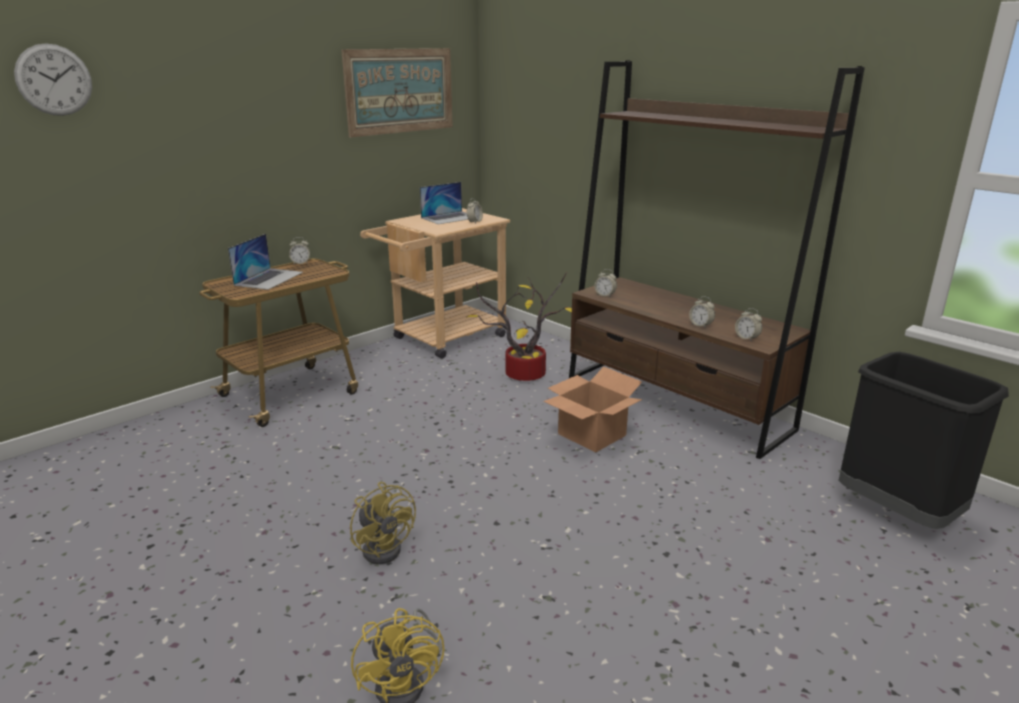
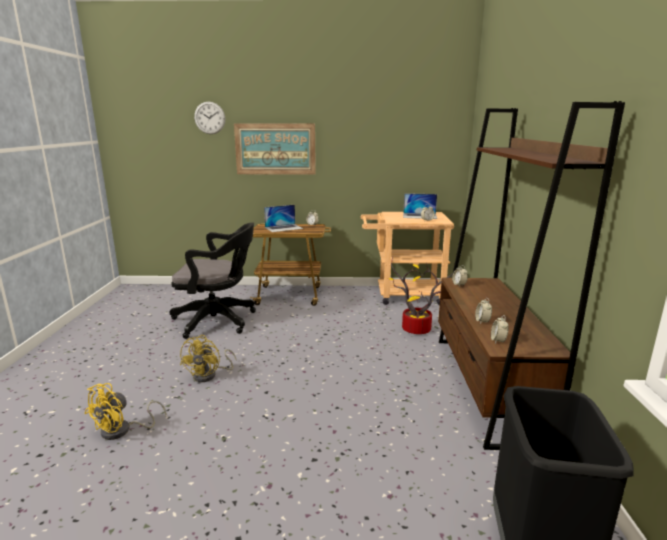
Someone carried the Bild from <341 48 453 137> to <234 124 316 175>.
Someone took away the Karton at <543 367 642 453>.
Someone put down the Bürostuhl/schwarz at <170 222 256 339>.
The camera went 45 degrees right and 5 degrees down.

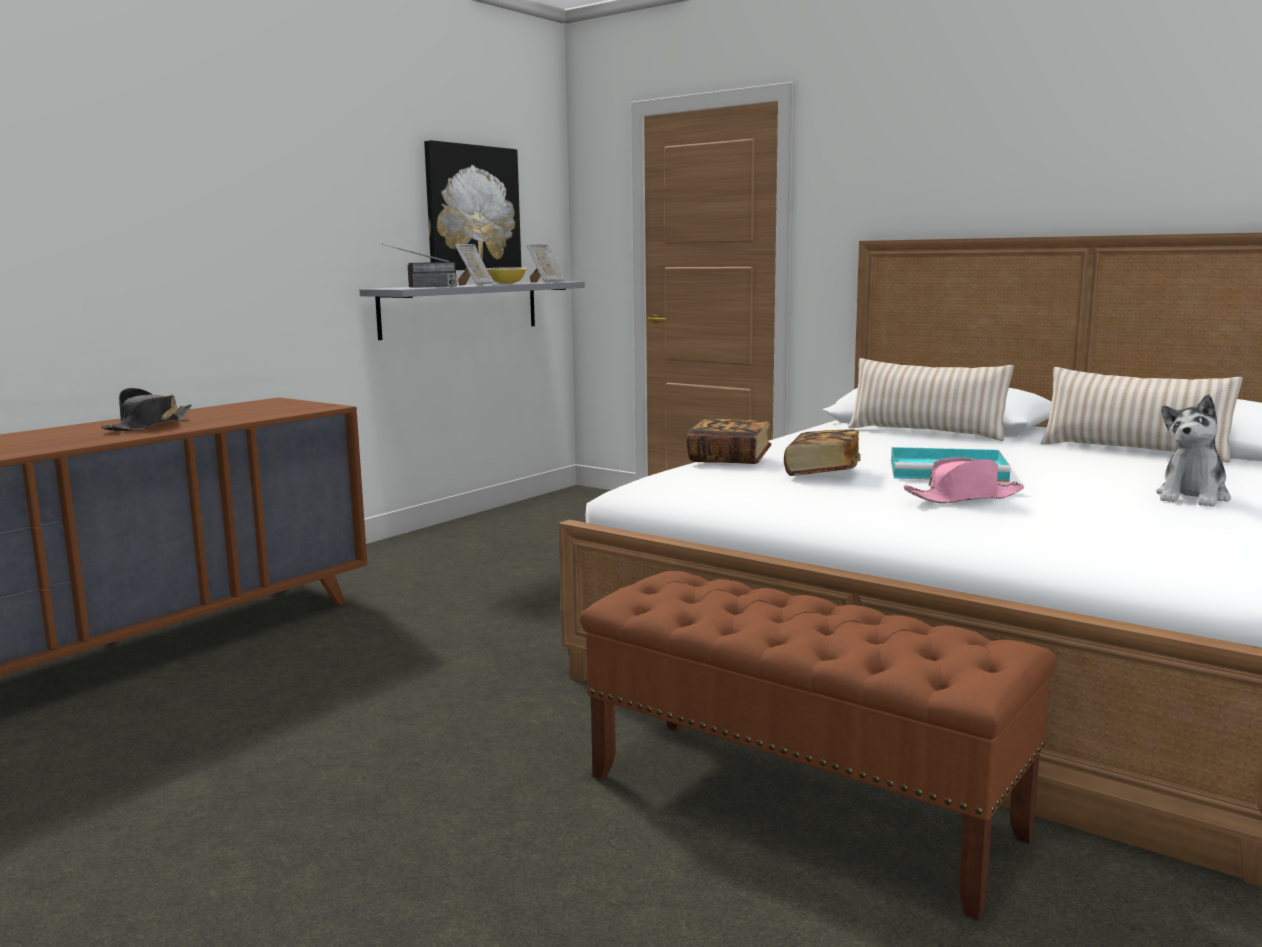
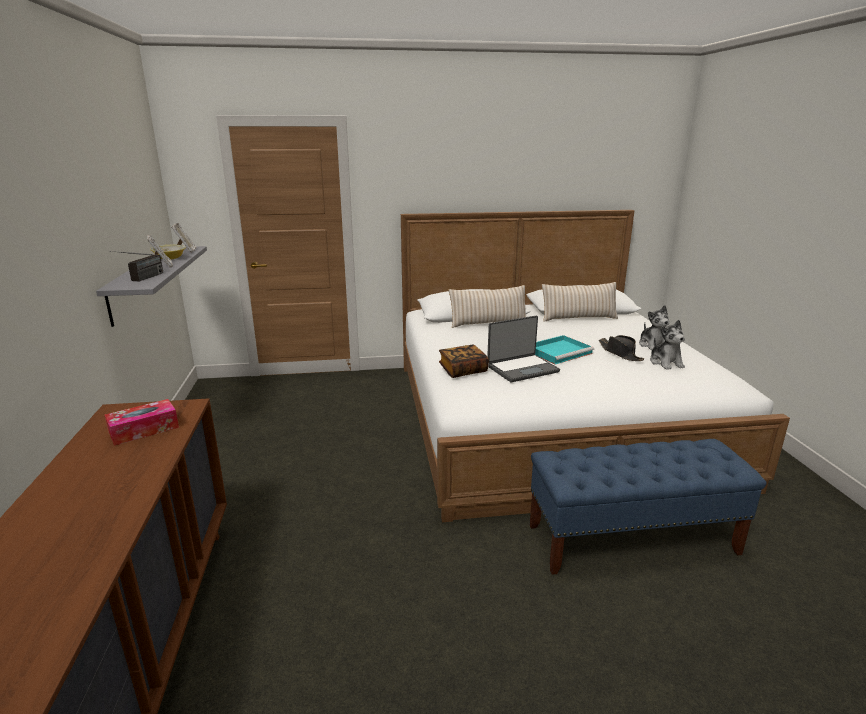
Someone took away the Bild at <424 140 521 270>.
Someone carried the Hut/schwarz from <101 388 192 431> to <599 335 644 361>.
Someone swapped the Buch at <784 429 861 476> for the Laptop at <487 316 560 382>.
Someone took away the Hut/rosa at <904 458 1024 503>.
Someone repainted the Bank/braun at <580 571 1056 921>, which became the Bank/blau at <530 439 766 575>.
Someone put down the Plüschtier at <650 320 685 370>.
Someone put down the Taschentuchbox at <105 399 179 446>.
The camera went 45 degrees left and 10 degrees up.

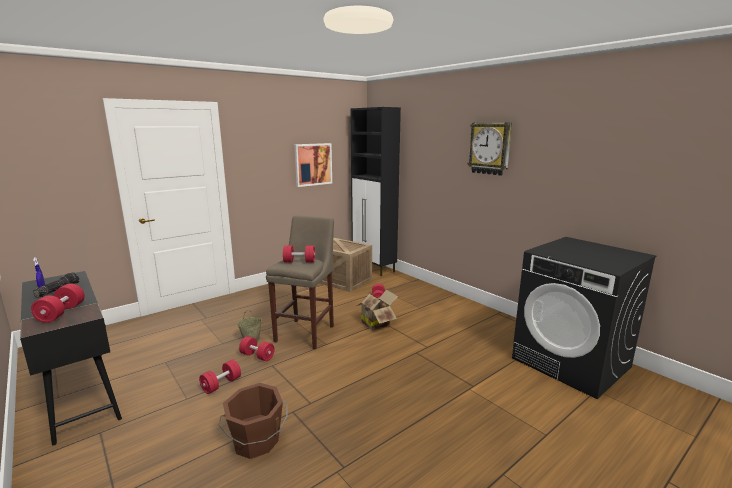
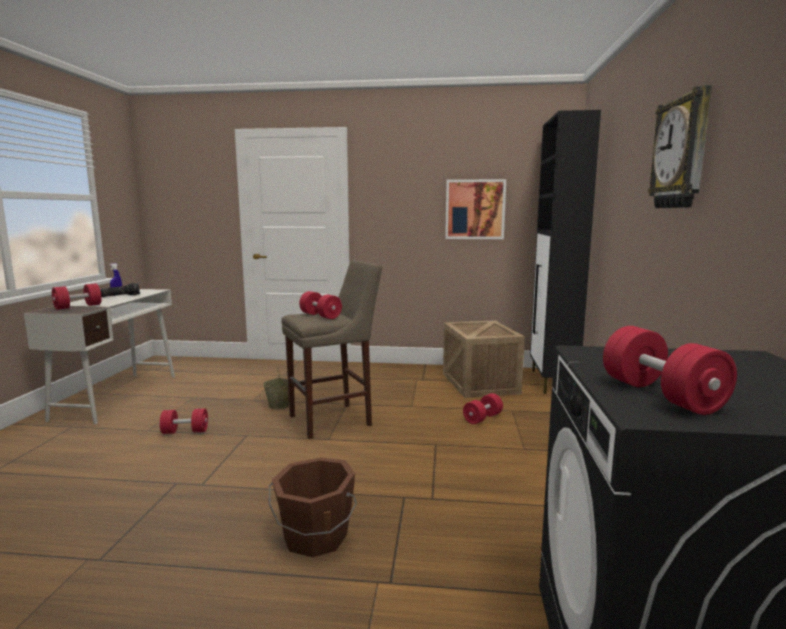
Someone repainted the Schreibtisch/schwarz at <20 271 122 445>, which became the Schreibtisch/weiß at <24 289 175 424>.
Someone took away the Karton at <357 290 398 331>.
Someone carried the Hantel/rot from <239 336 275 361> to <603 326 737 415>.
Someone carried the Eimer/braun from <219 383 288 459> to <269 457 357 557>.
The camera went 45 degrees right and 5 degrees down.

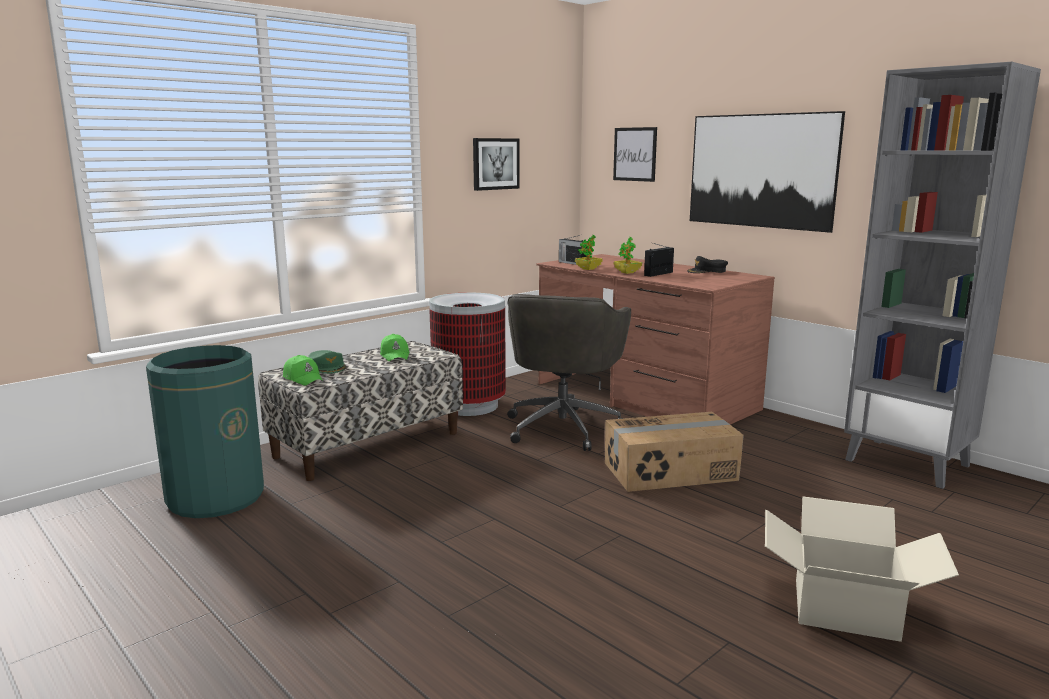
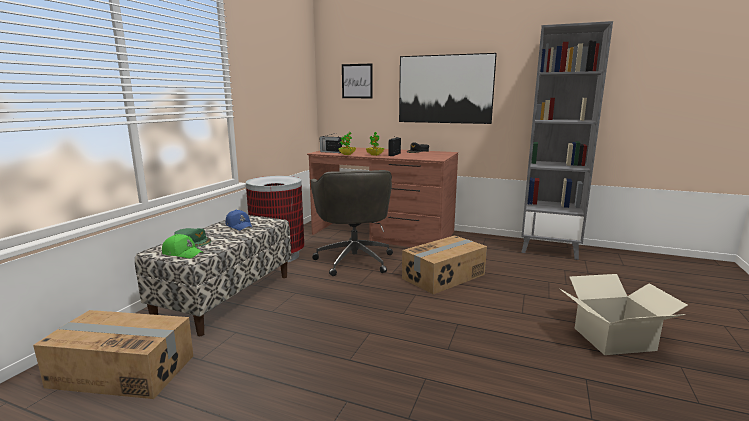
Someone took away the Bild at <473 138 520 191>.
Someone repainted the Kappe/grün at <380 334 410 361>, which became the Kappe/blau at <225 210 252 231>.
Someone swapped the Mülleimer/grün at <146 345 264 518> for the Karton at <33 310 193 399>.
The camera went 25 degrees left and 0 degrees up.

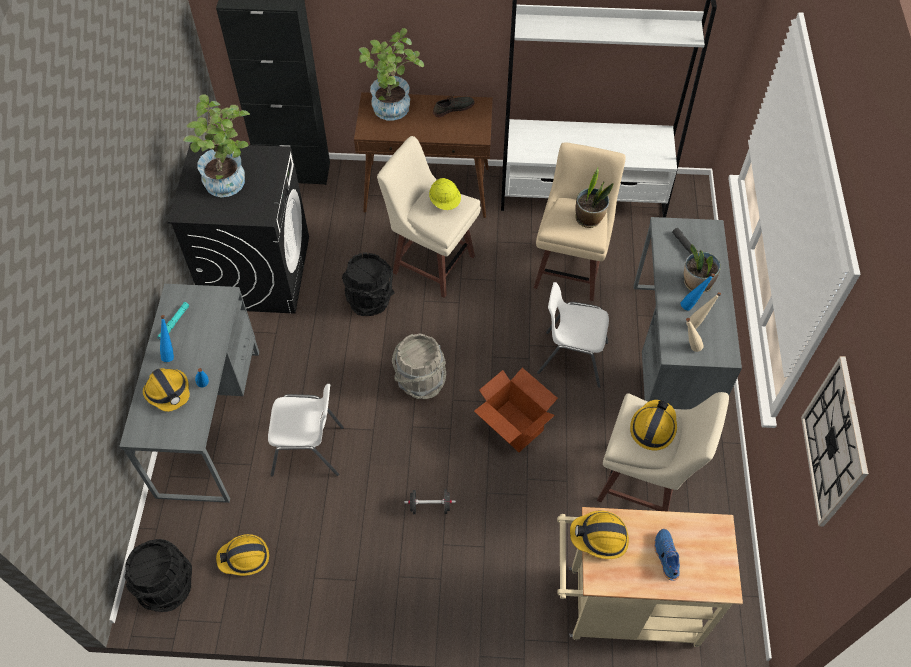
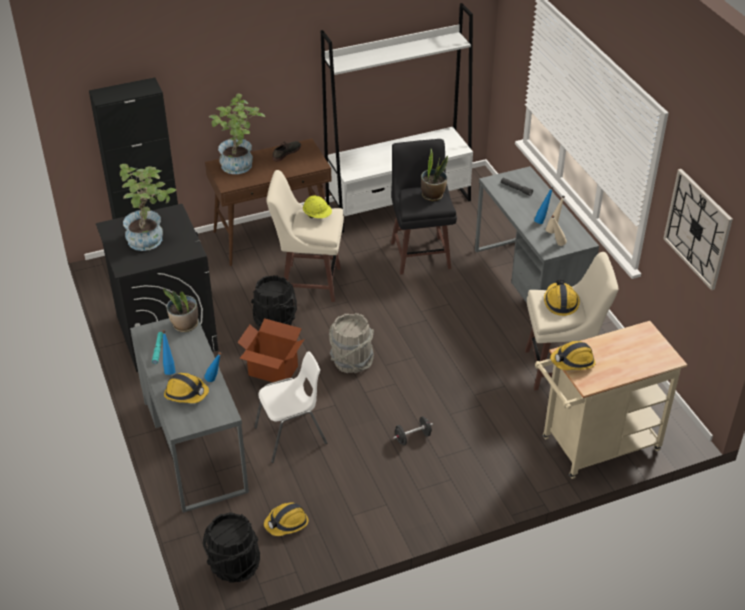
Someone repainted the Hocker/beige at <534 142 626 301>, which became the Hocker/schwarz at <391 139 457 275>.
Someone carried the Topfpflanze from <684 244 721 293> to <163 288 198 332>.
Someone took away the Stuhl/weiß at <537 282 609 388>.
Someone carried the Karton from <474 368 558 452> to <237 318 304 382>.
Someone took away the Schuh/blau at <654 529 680 581>.
The camera went 25 degrees left and 15 degrees down.

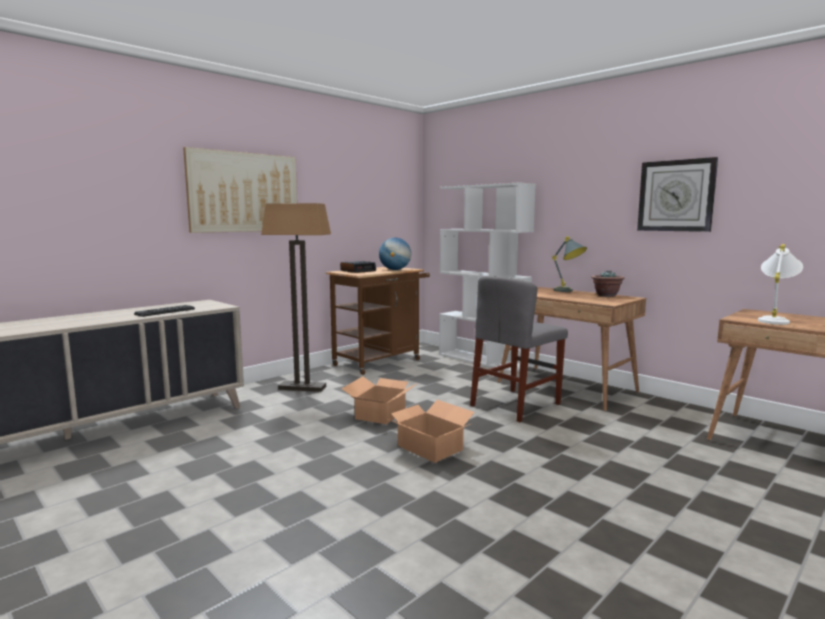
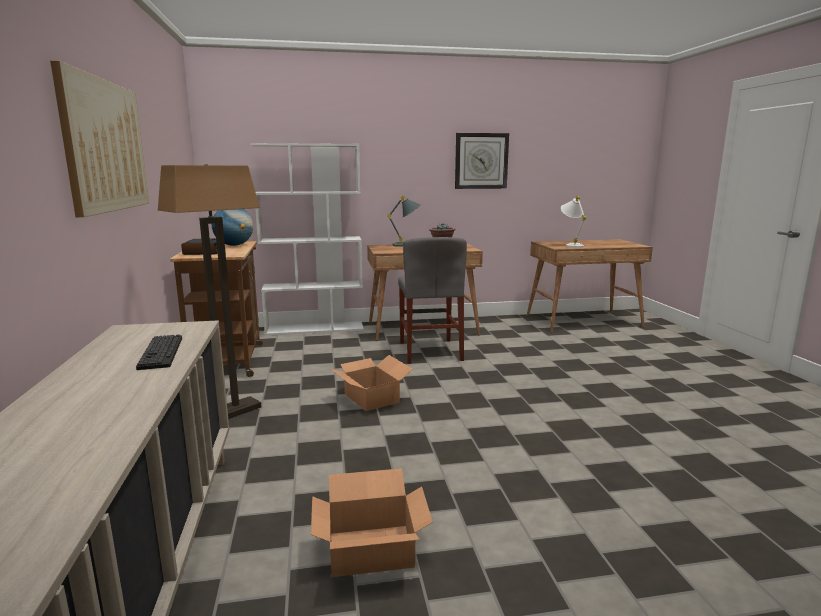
Someone carried the Karton from <385 400 475 463> to <311 468 433 577>.
The camera went 55 degrees left and 5 degrees up.

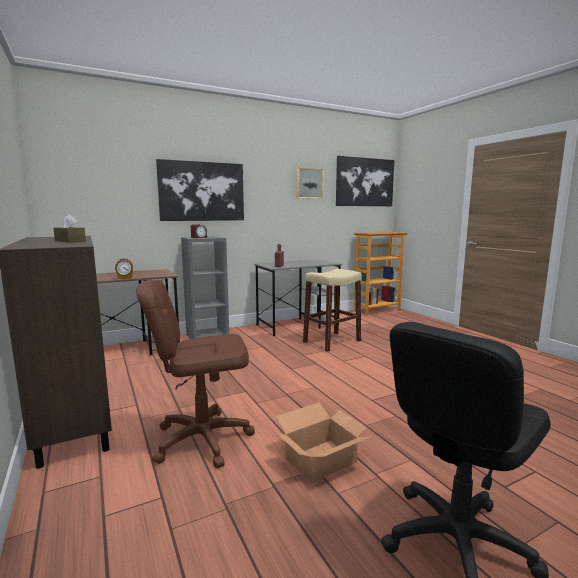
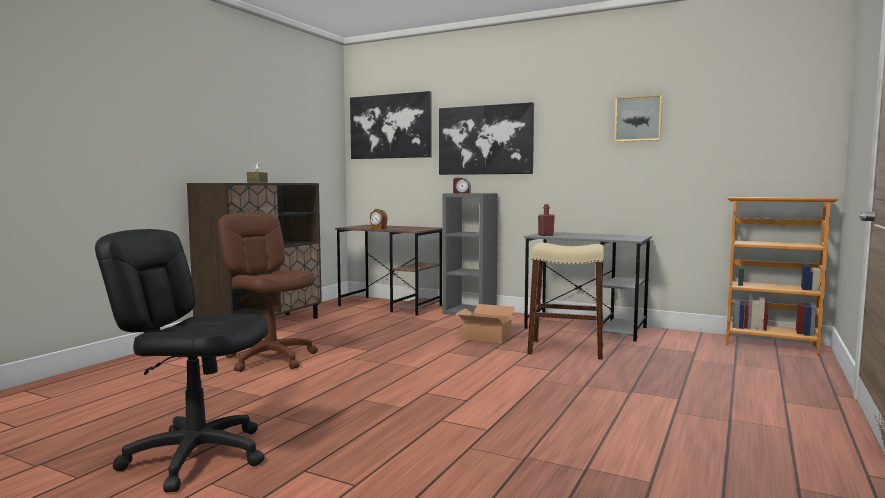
Someone carried the Bild from <336 156 394 206> to <350 91 432 159>.
Someone carried the Karton from <276 402 372 483> to <455 304 519 343>.
The camera went 55 degrees right and 5 degrees down.

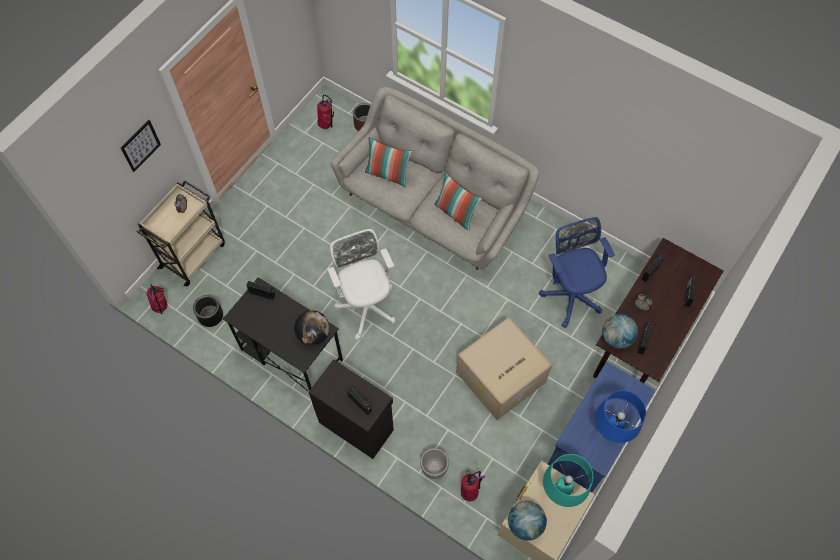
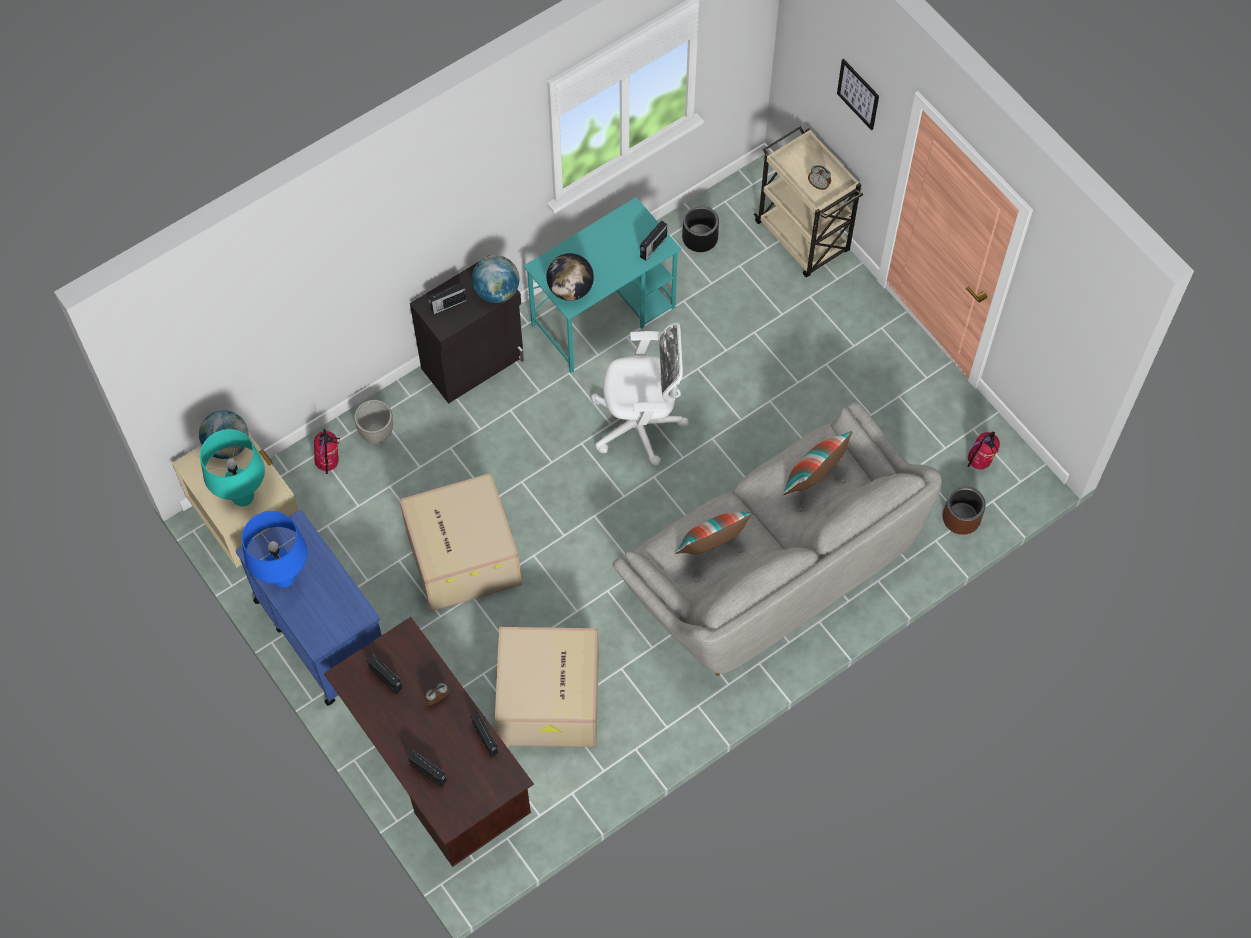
Someone swapped the Bürostuhl/blau at <539 217 615 328> for the Karton at <495 627 599 747>.
Someone repainted the Schreibtisch/schwarz at <223 277 343 392>, which became the Schreibtisch/türkis at <524 197 681 373>.
Someone took away the Feuerlöscher at <147 284 167 314>.
Someone carried the Globus from <602 314 638 349> to <472 255 519 303>.
The camera went 110 degrees right and 0 degrees up.

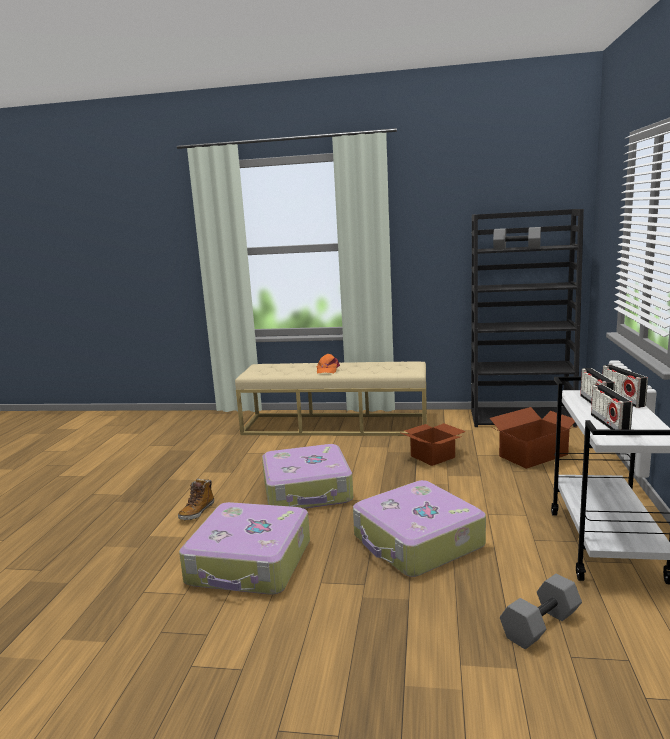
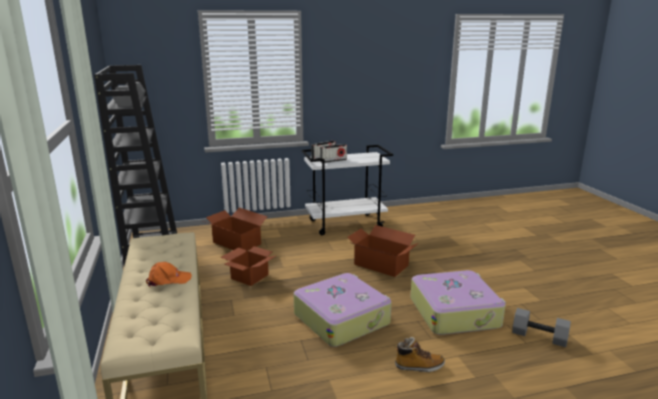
Someone took away the Radio at <591 384 633 430>.
Someone swapped the Koffer at <353 480 486 577> for the Karton at <347 225 418 277>.
Someone carried the Hantel/grau from <500 574 582 649> to <512 308 571 347>.
The camera went 115 degrees left and 5 degrees up.

